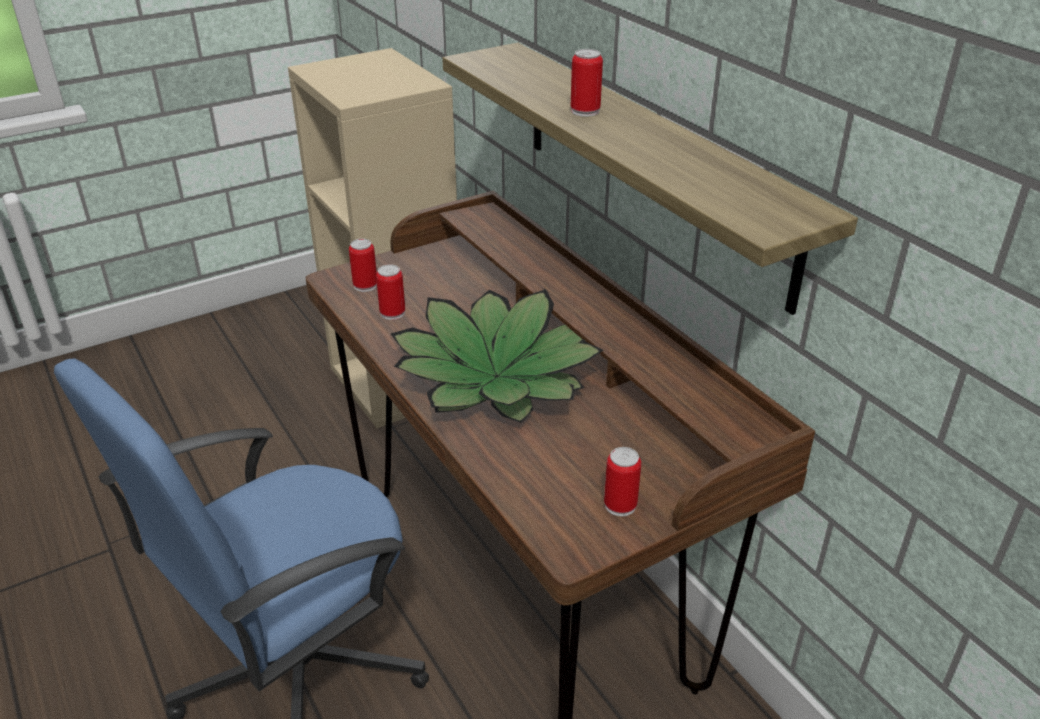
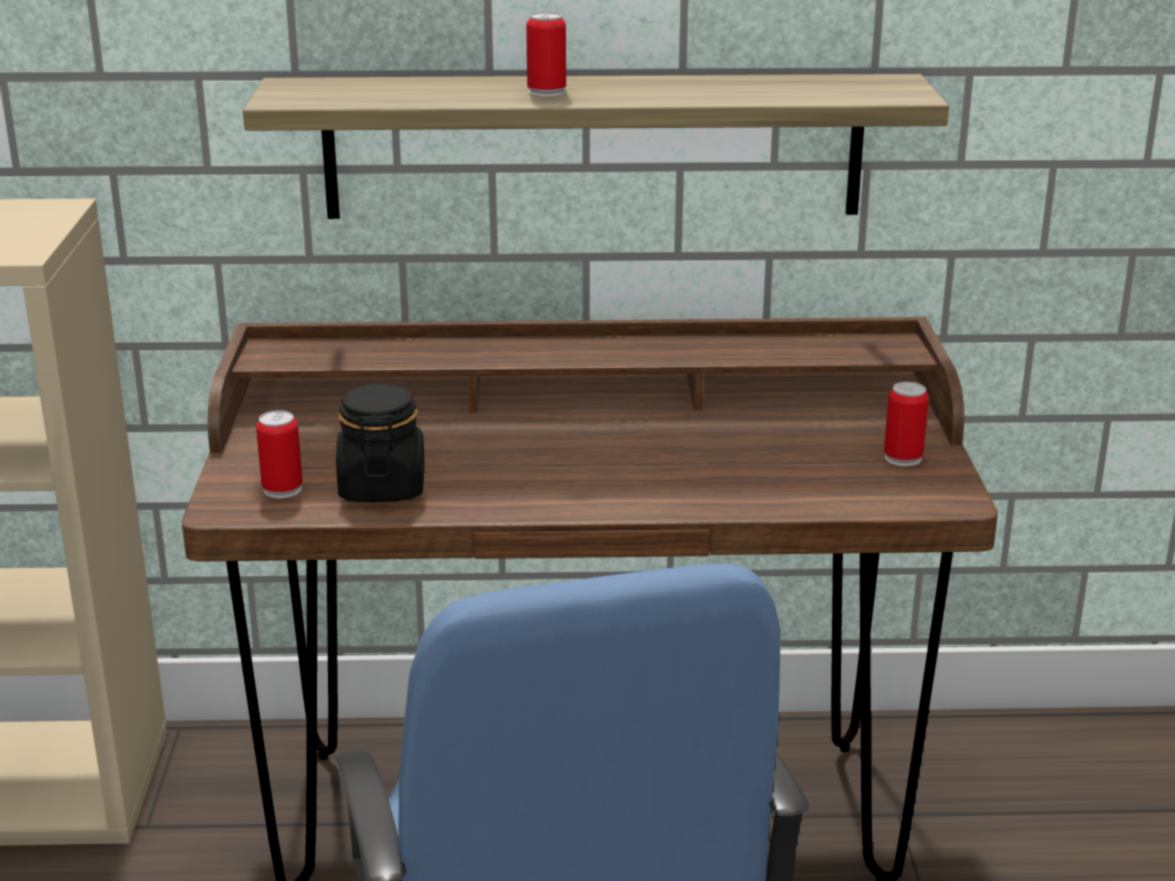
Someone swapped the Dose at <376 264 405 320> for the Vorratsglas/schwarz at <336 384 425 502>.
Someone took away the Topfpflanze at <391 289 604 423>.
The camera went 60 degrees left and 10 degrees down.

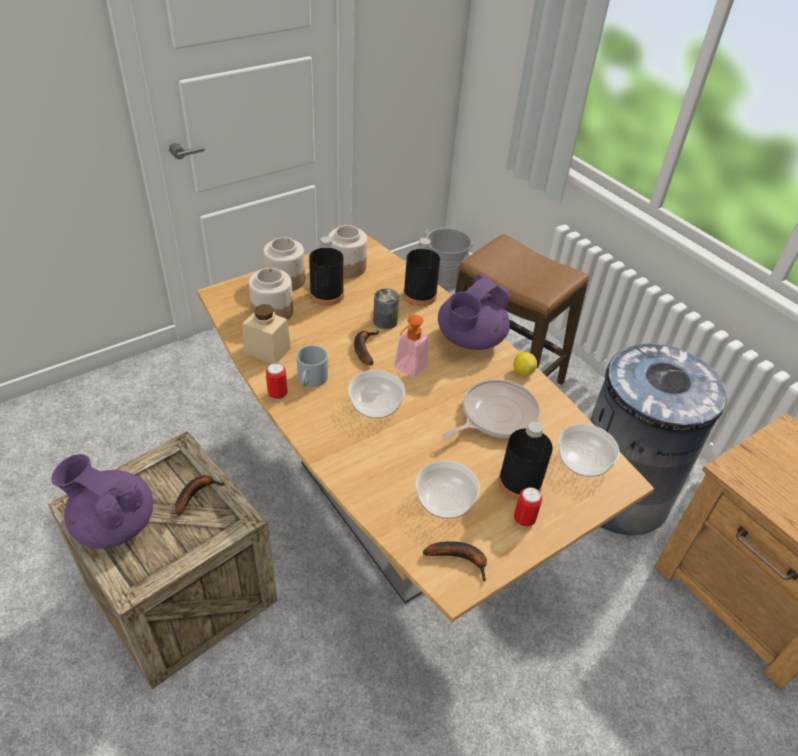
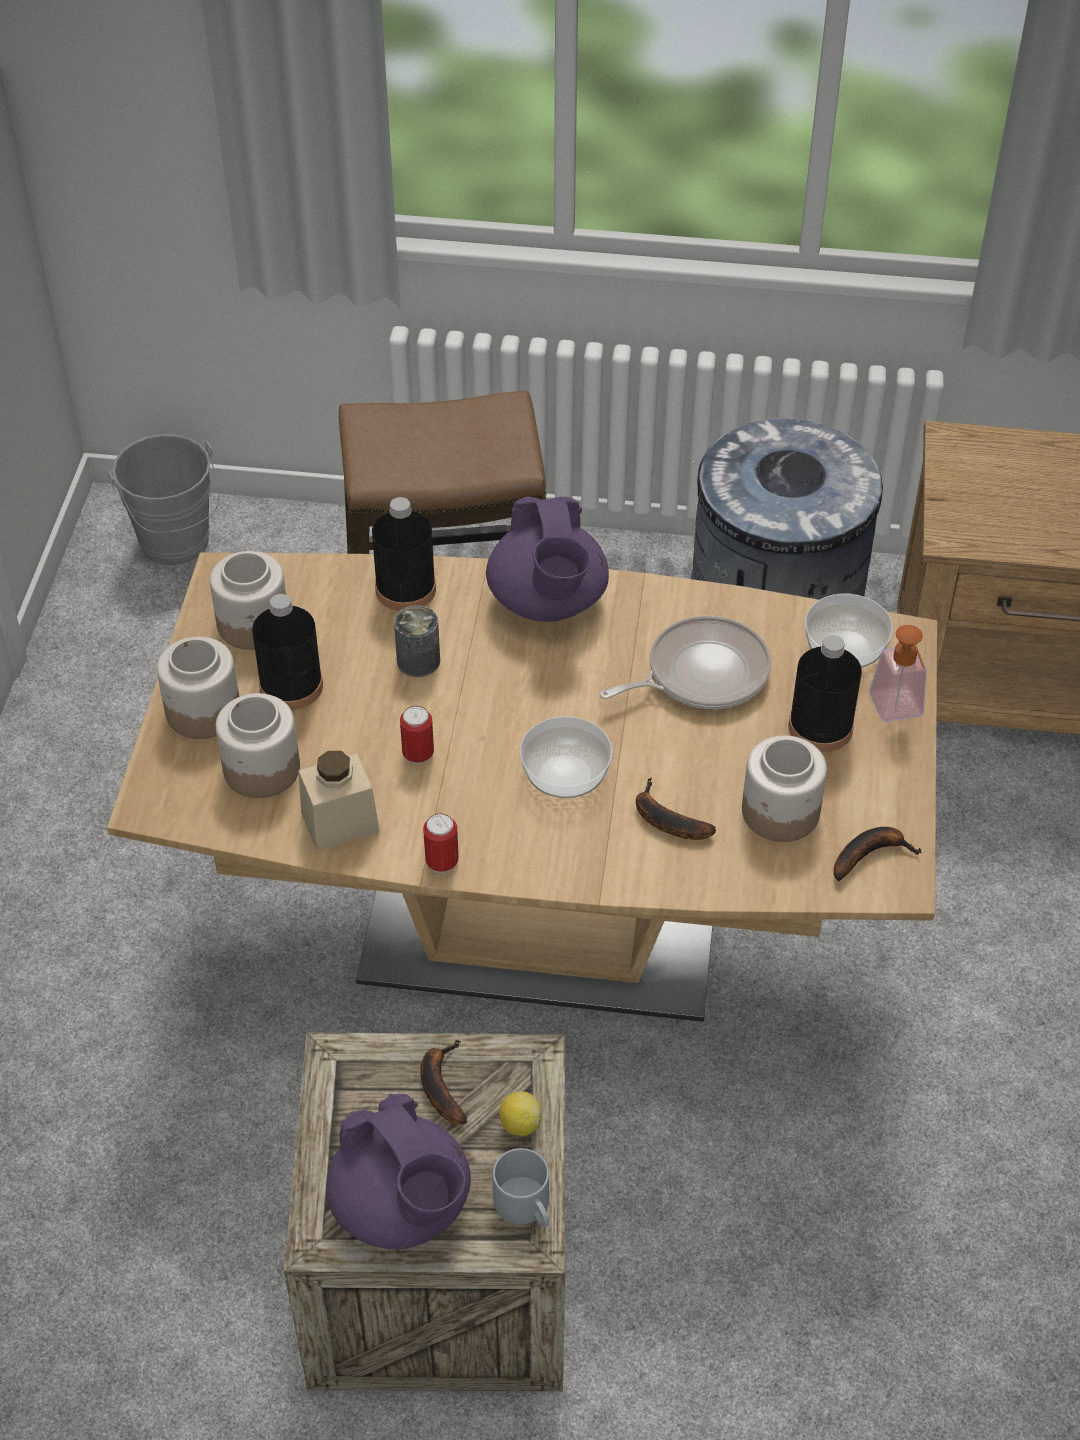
Someone carried the Seifenspender from <394 315 429 377> to <869 625 927 722>.
Someone carried the Banane from <354 330 379 365> to <636 778 716 840>.
Someone carried the Henkelbecher/grau from <297 345 328 387> to <493 1148 549 1228>.
Someone carried the Zitrone from <513 352 537 376> to <499 1091 542 1136>.
Someone rotated the Pfanne at <441 379 540 440> by 60 degrees clockwise.
Someone rotated the Teekanne/lila at <51 454 153 549> by 105 degrees counterclockwise.
Someone swapped the Schüssel at <416 461 480 519> for the Vorratsglas at <742 735 827 842>.
Someone carried the Dose from <514 487 542 527> to <400 706 434 764>.
The camera went 45 degrees left and 5 degrees up.

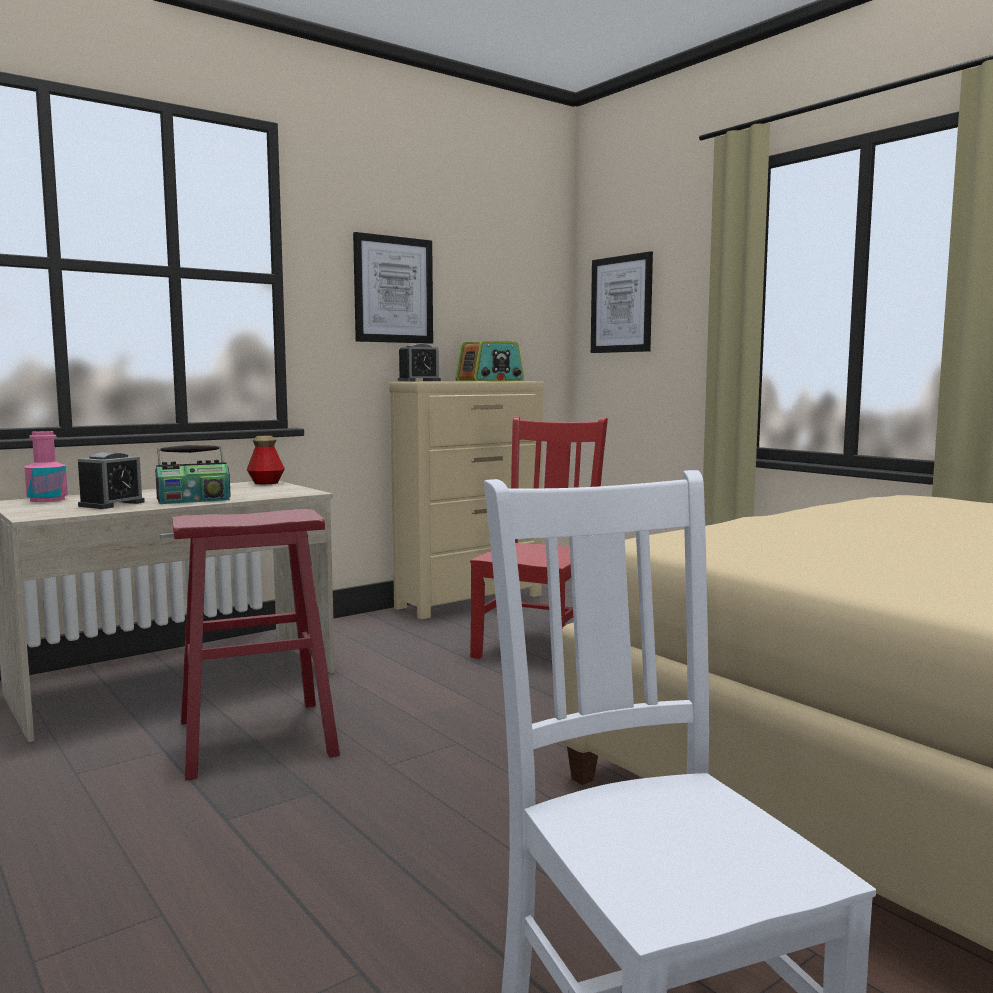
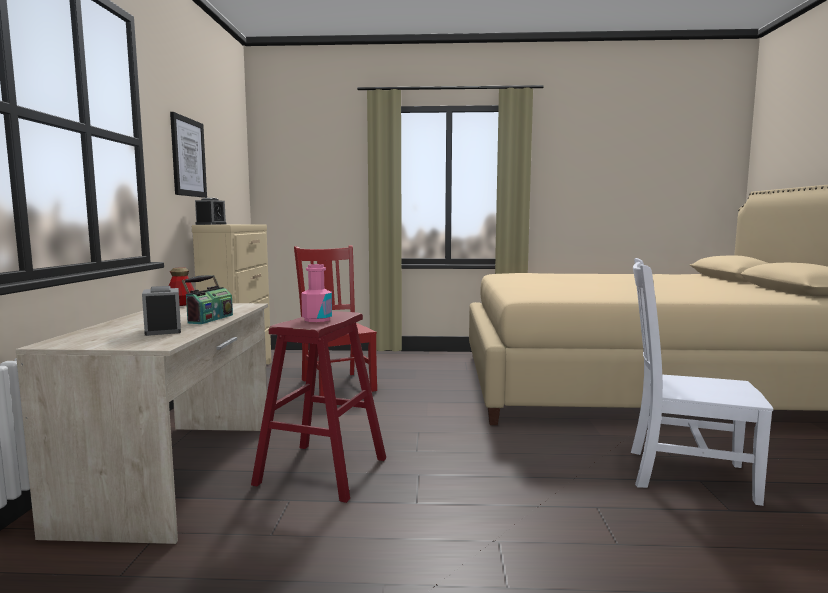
Someone took away the Bild at <591 251 653 353>.
Someone took away the Radio at <455 341 524 381>.
Someone carried the Flasche/rosa from <24 431 68 502> to <301 264 332 322>.
The camera went 50 degrees left and 0 degrees up.

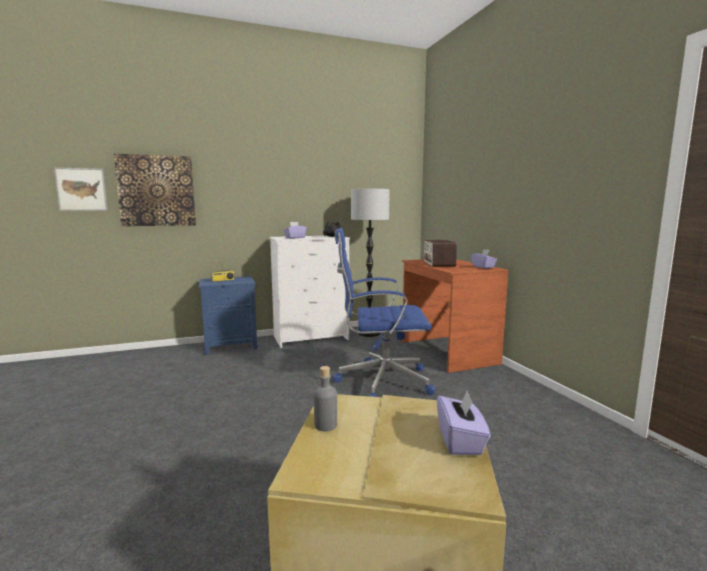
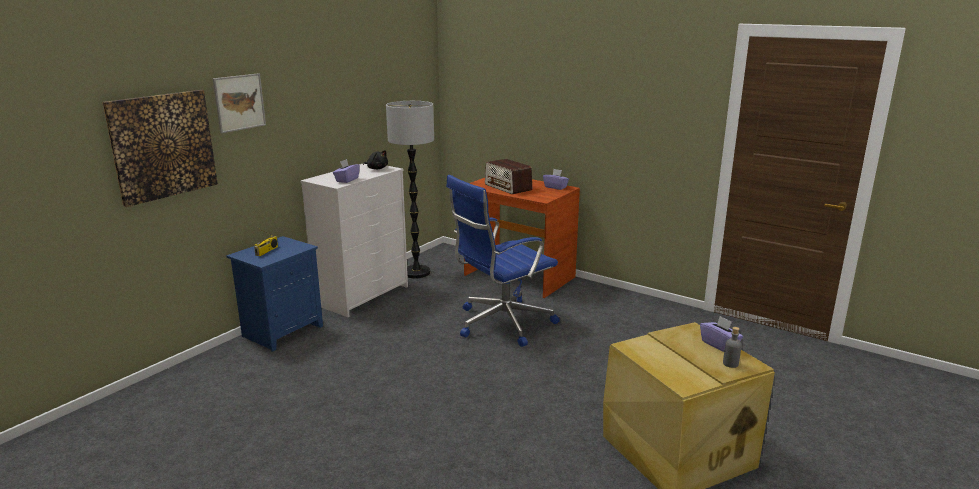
Someone carried the Bild from <54 167 108 211> to <213 73 266 133>.
Someone carried the Flasche/grau from <314 366 337 431> to <723 327 742 368>.
The camera went 35 degrees left and 10 degrees up.

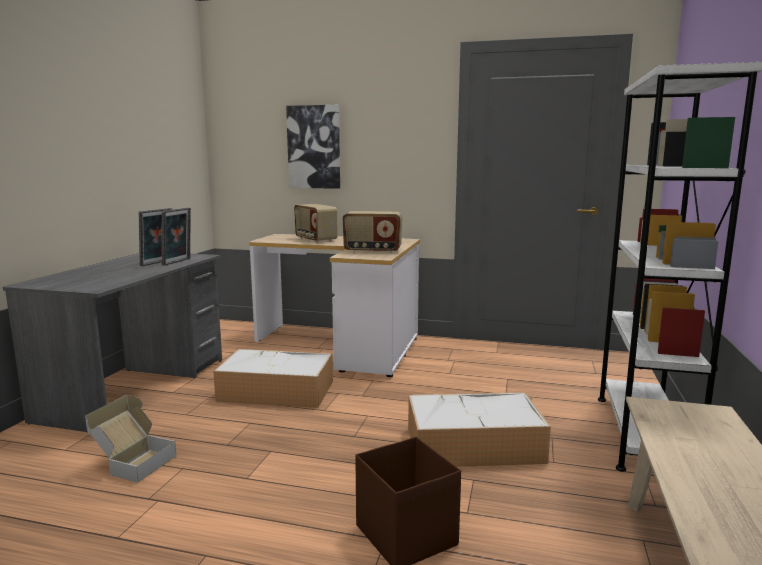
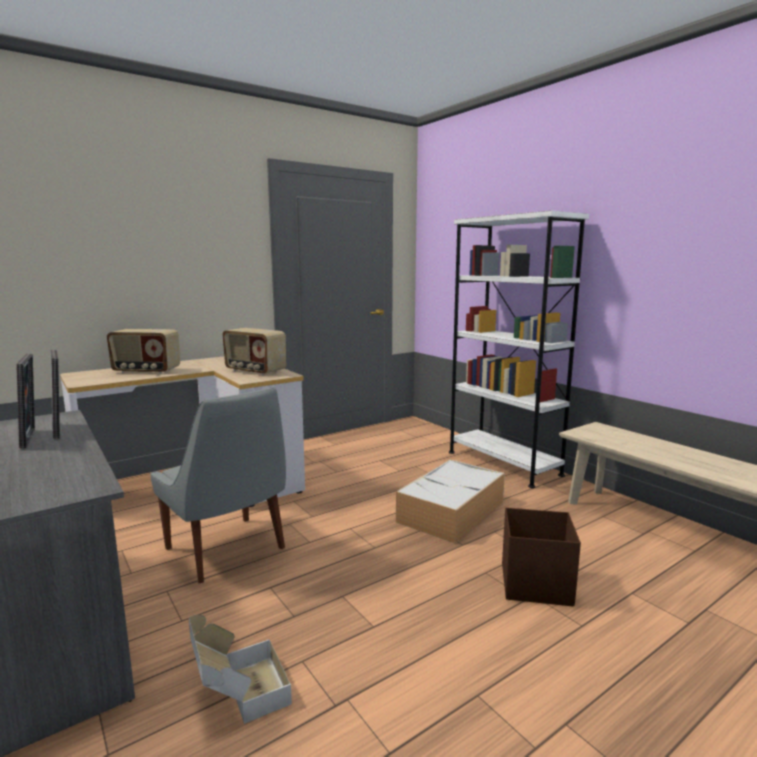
Someone took away the Bild at <286 105 340 189>.
Someone rotated the Radio at <343 211 402 253> by 75 degrees clockwise.
Someone swapped the Aufbewahrungsbox at <213 349 333 408> for the Stuhl/grau at <150 387 286 583>.
The camera went 50 degrees left and 0 degrees up.

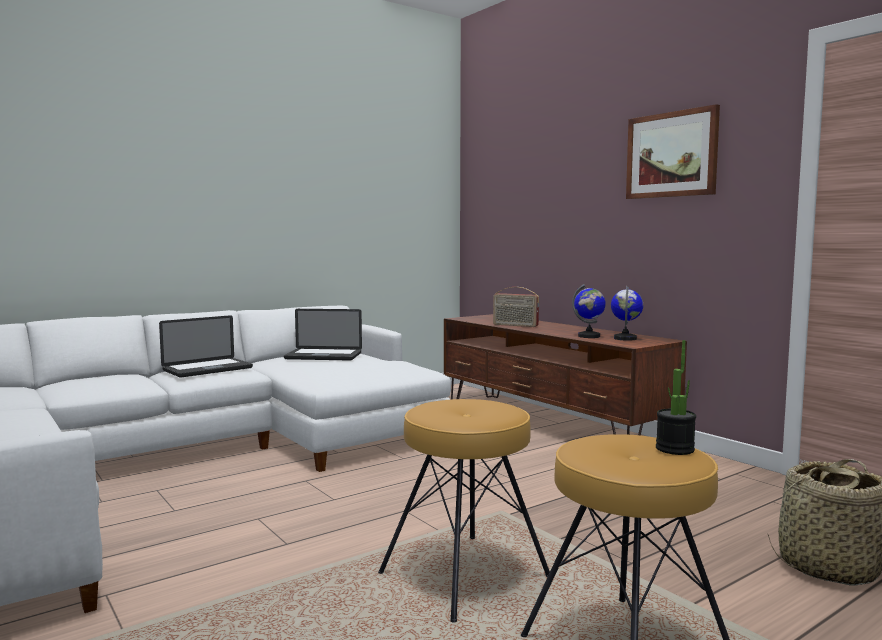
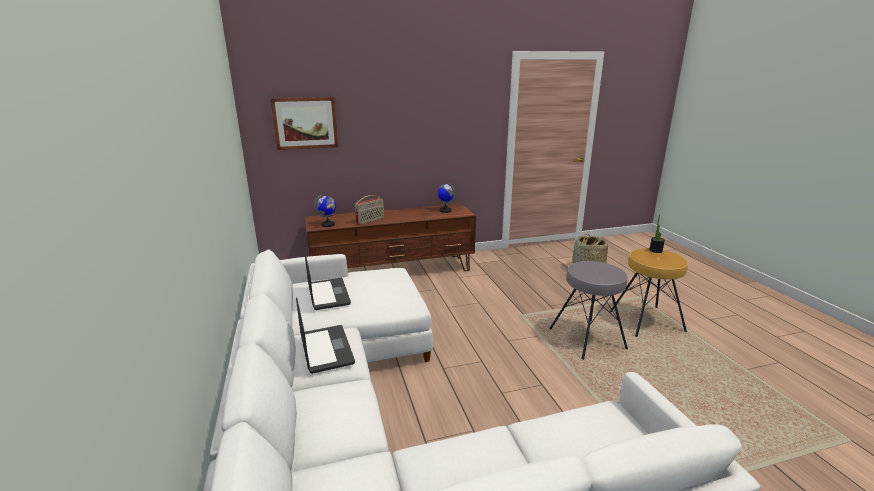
Someone carried the Bild from <626 104 720 199> to <270 97 338 150>.
Someone carried the Globus from <572 284 606 338> to <314 195 336 227>.
Someone rotated the Laptop at <284 309 362 361> by 45 degrees counterclockwise.
Someone repainted the Hocker/braun at <378 399 550 623>, which became the Hocker/grau at <549 261 628 360>.
The camera went 70 degrees left and 15 degrees up.

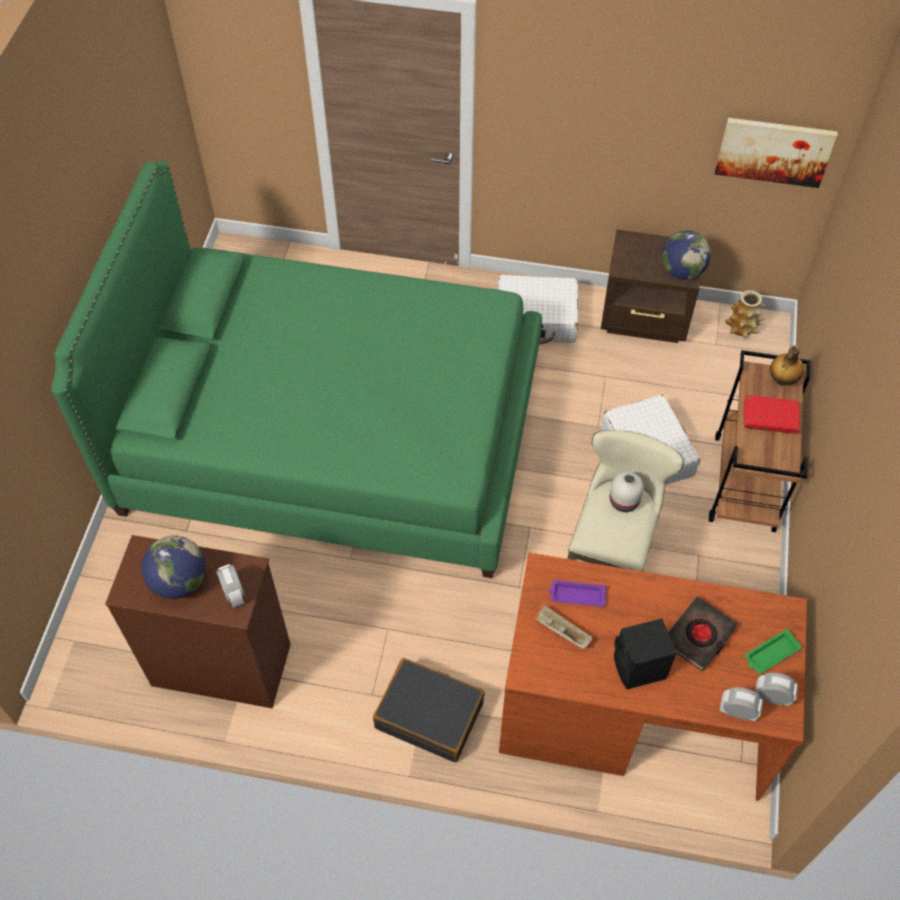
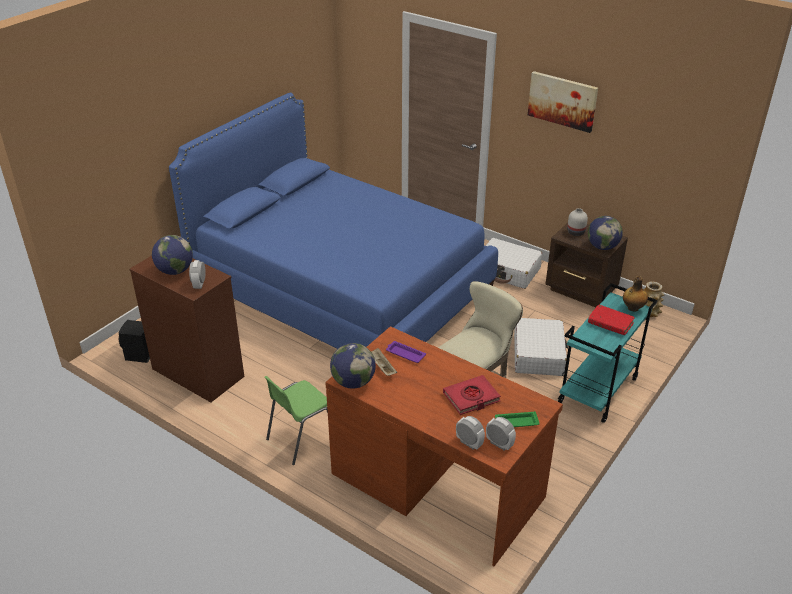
Someone carried the Bild from <715 118 837 188> to <528 71 598 133>.
Someone repainted the Bett/grün at <51 161 542 578>, which became the Bett/blau at <169 93 498 349>.
Someone repainted the Rollwagen/braun at <709 350 811 532>, which became the Rollwagen/türkis at <558 283 658 423>.
Someone carried the Vase/weiß from <610 472 644 512> to <567 208 588 236>.
Someone repainted the Buch/schwarz at <668 596 738 672>, which became the Buch/rot at <443 375 501 415>.
Someone carried the Lautsprecher/schwarz from <614 618 677 689> to <119 320 150 363>.
Someone swapped the Koffer/schwarz at <373 658 485 762> for the Stuhl/grün at <265 376 328 465>.
Someone put down the Globus at <330 343 376 389>.
The camera went 25 degrees right and 20 degrees down.

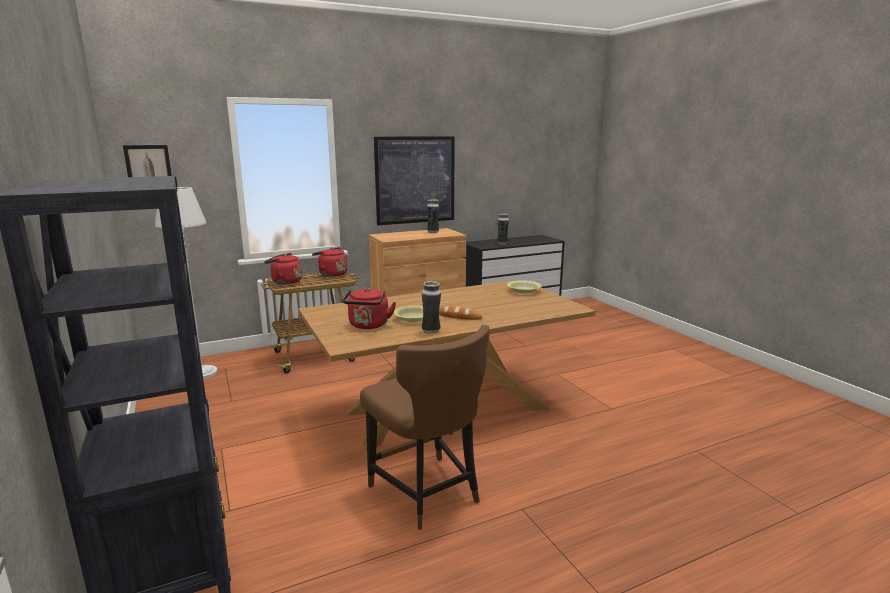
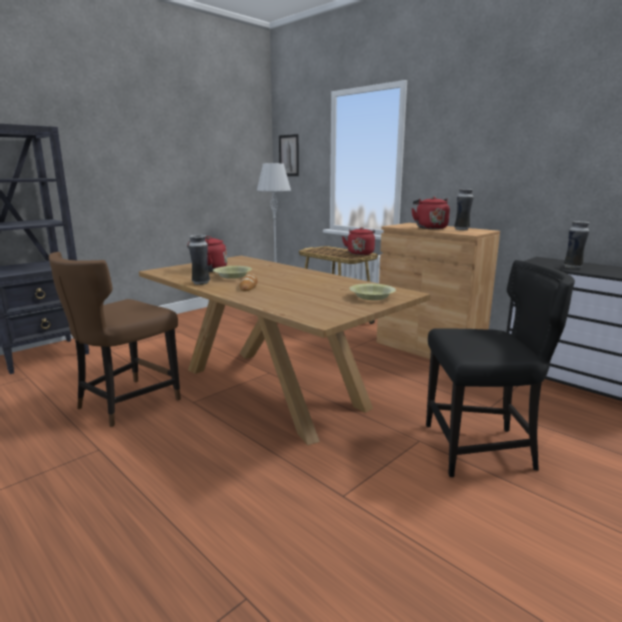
Someone took away the Bild at <374 136 455 225>.
Someone carried the Wasserkessel/rot from <264 253 302 284> to <411 197 450 229>.
Someone put down the Stuhl/schwarz at <426 260 575 477>.
The camera went 70 degrees right and 0 degrees up.

